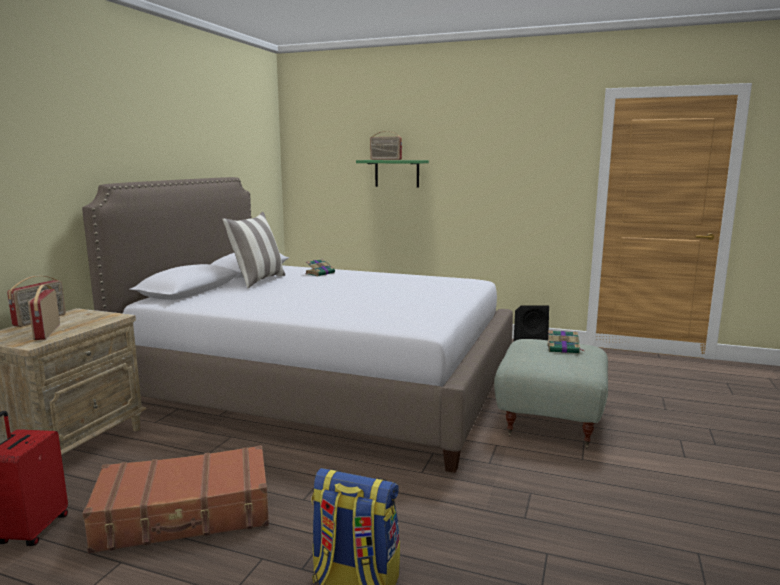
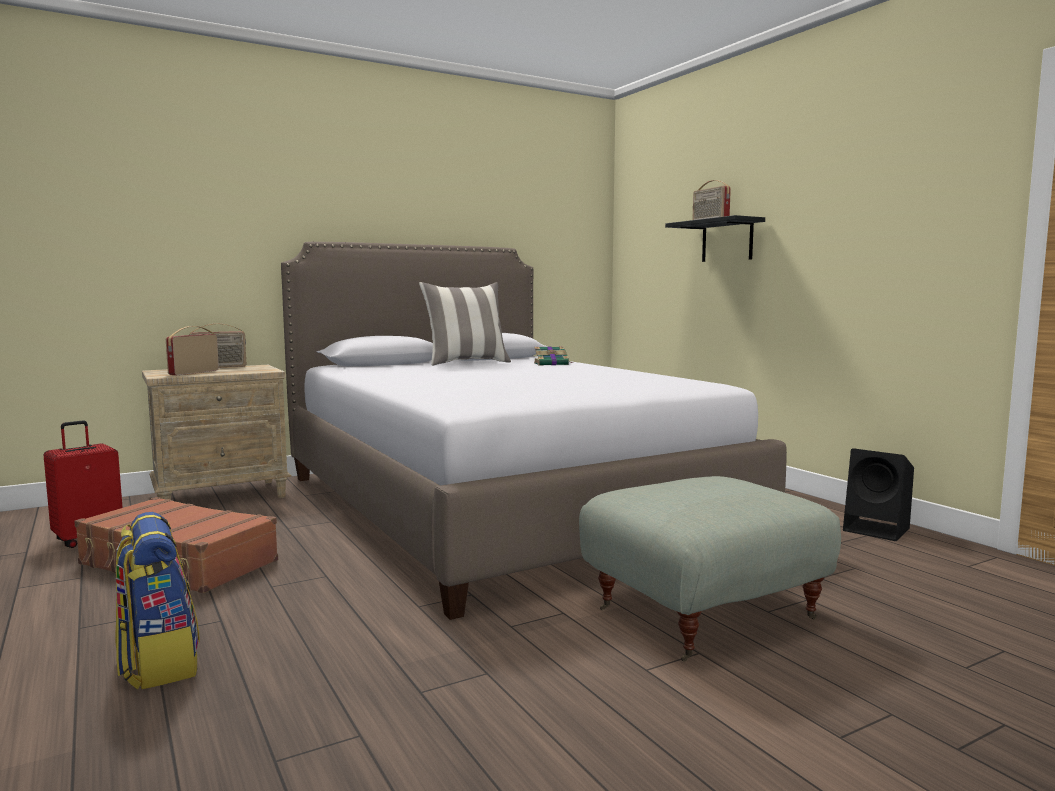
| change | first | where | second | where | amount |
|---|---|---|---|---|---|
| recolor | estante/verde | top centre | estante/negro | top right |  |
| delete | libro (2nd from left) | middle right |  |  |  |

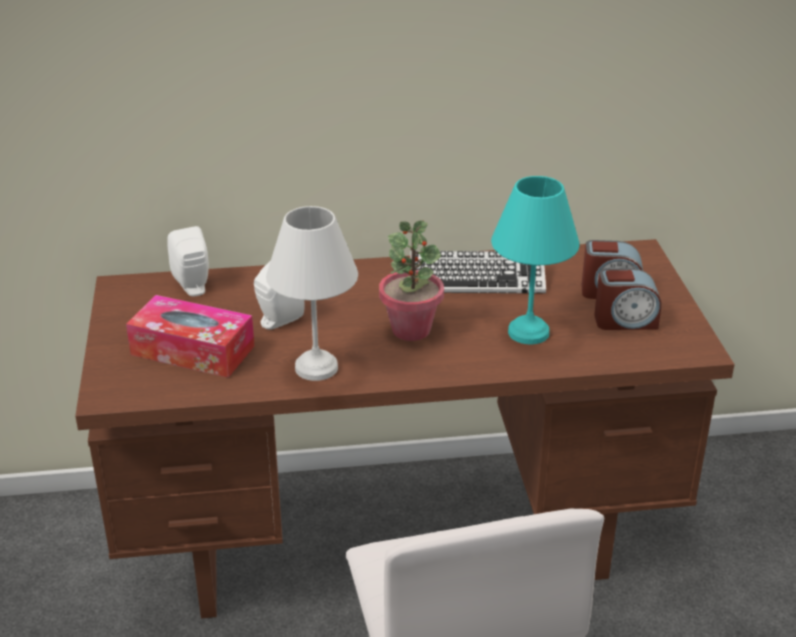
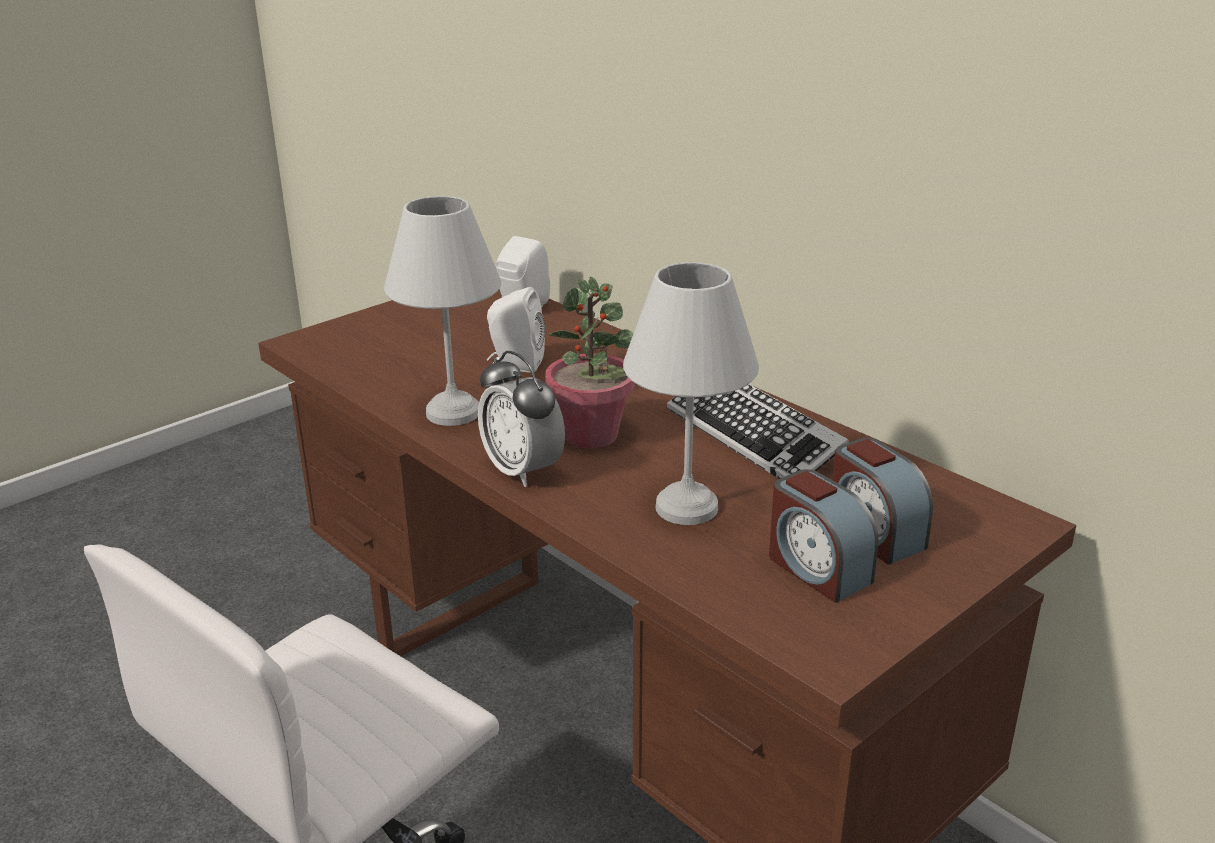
| change | first | where | second | where | amount |
|---|---|---|---|---|---|
| insert |  |  | despertador (1st from left) | centre |  |
| recolor | lámpara de mesa/turquesa | middle right | lámpara de mesa/blanco (2nd from left) | centre |  |
| delete | caja de pañuelos | middle left |  |  |  |

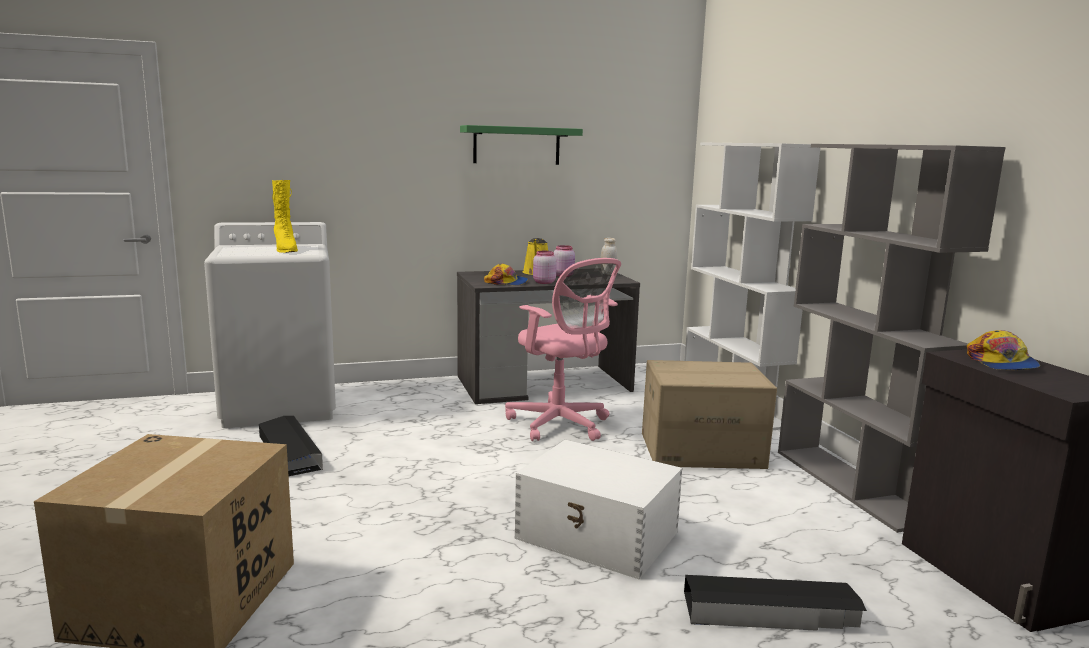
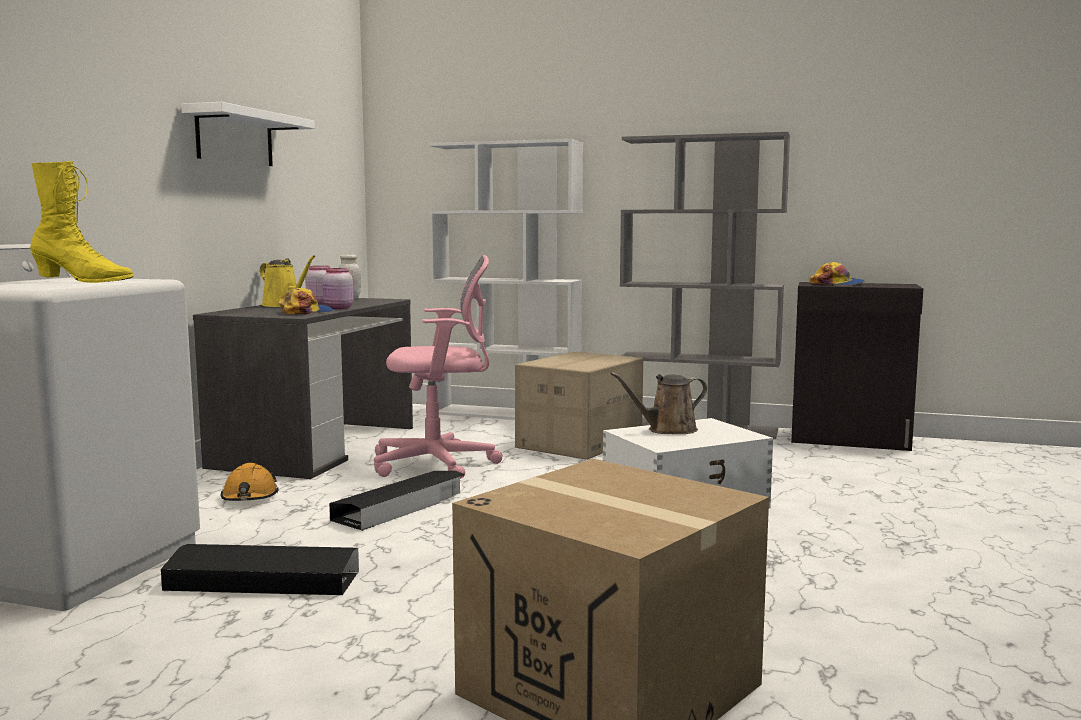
| change | first | where | second | where | amount |
|---|---|---|---|---|---|
| recolor | estante/verde | top centre | estante/blanco | top left |  |
| insert |  |  | casco/naranja | bottom left |  |
| move | caja de almacenaje/negro (2nd from left) | bottom right |  | bottom centre |  |
| insert |  |  | regadera/marrón | centre |  |

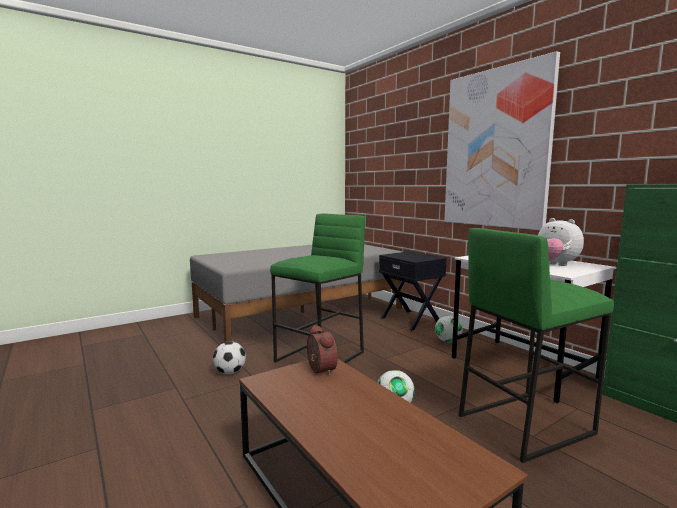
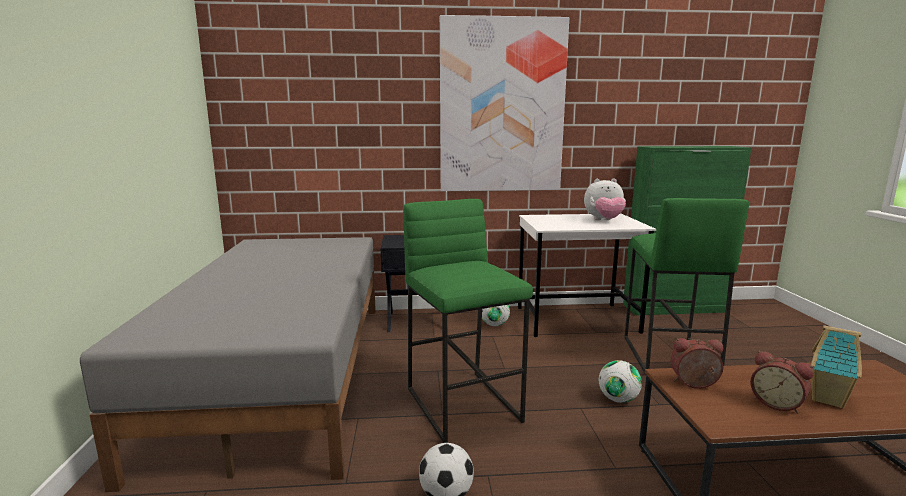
| change | first | where | second | where | amount |
|---|---|---|---|---|---|
| insert |  |  | despertador (2nd from left) | bottom right |  |
| insert |  |  | casita | bottom right |  |

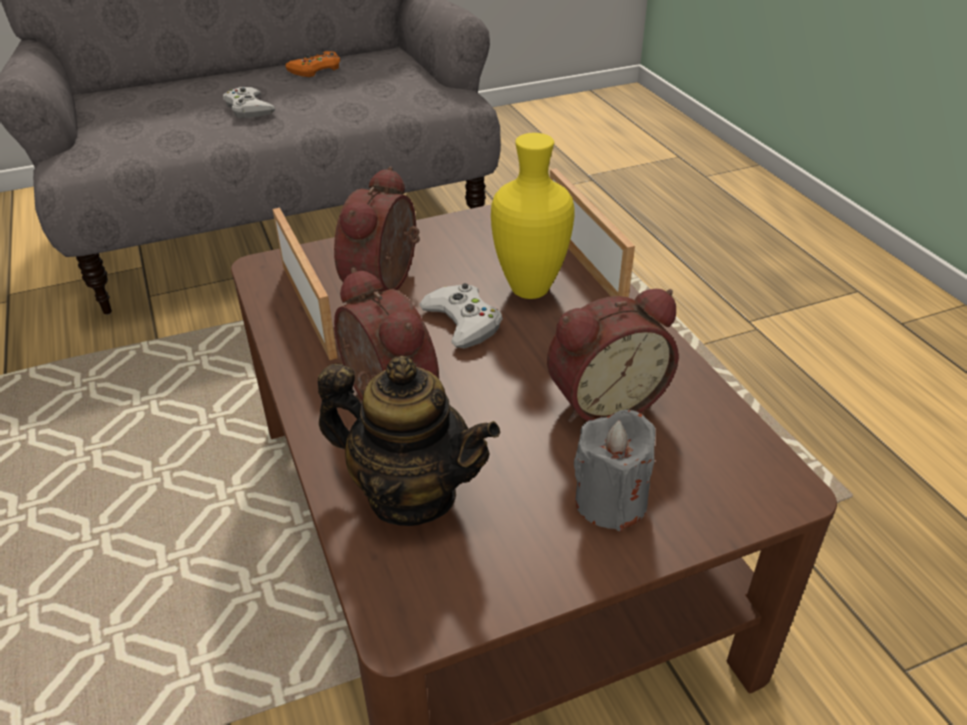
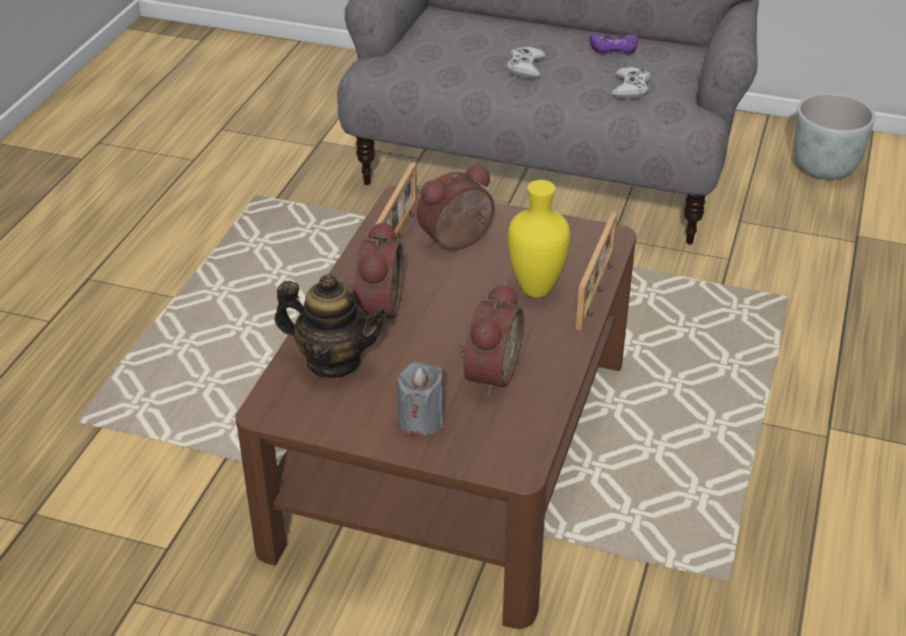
| change | first | where | second | where | amount |
|---|---|---|---|---|---|
| rotate | tetera | centre |  | centre | 45 degrees counterclockwise |
| rotate | despertador (3rd from left) | centre |  | centre | 90 degrees counterclockwise |
| recolor | mando de consola/naranja | top left | mando de consola/morado | top right |  |
| move | mando de consola/blanco (2nd from left) | centre |  | top right |  |
| insert |  |  | maceta/gris | top right |  |

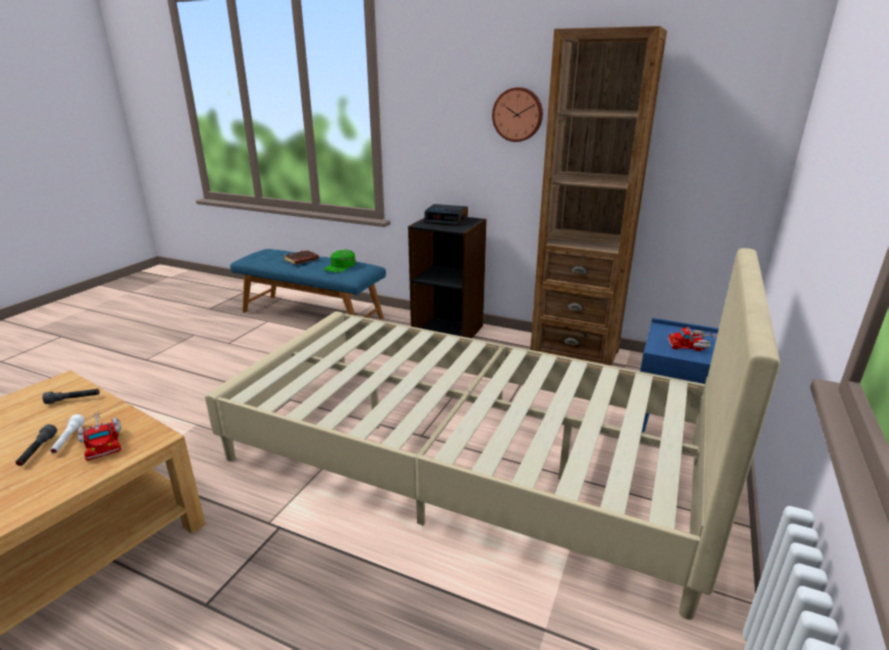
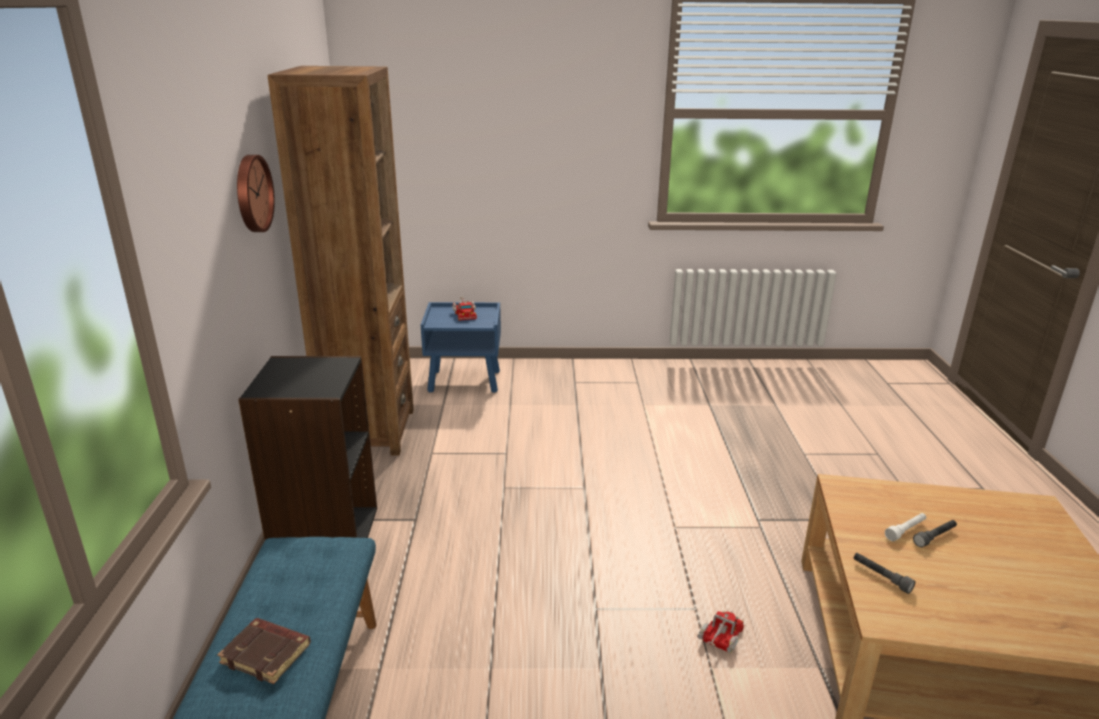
| change | first | where | second | where | amount |
|---|---|---|---|---|---|
| move | camión de juguete (1st from left in the first image) | bottom left | camión de juguete (2nd from left) | bottom centre |  |
| delete | cama/beis | bottom centre |  |  |  |
| delete | gorra/verde | centre |  |  |  |
| delete | despertador | top centre |  |  |  |

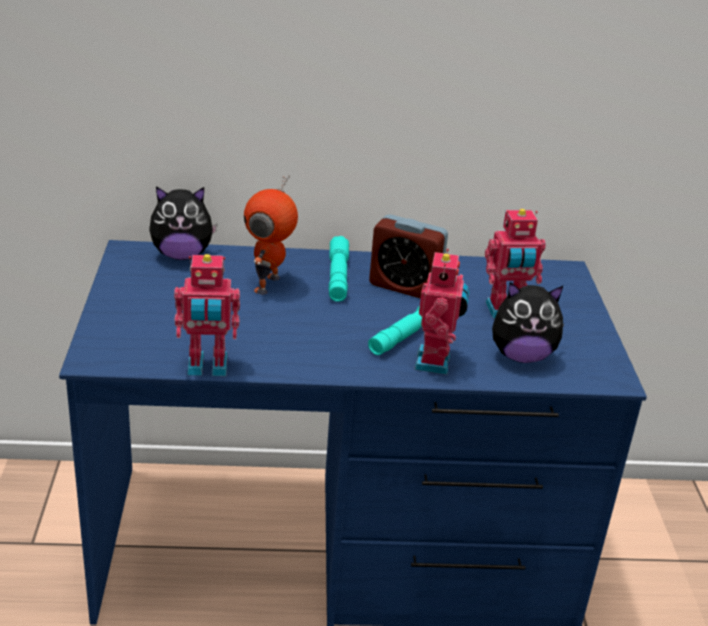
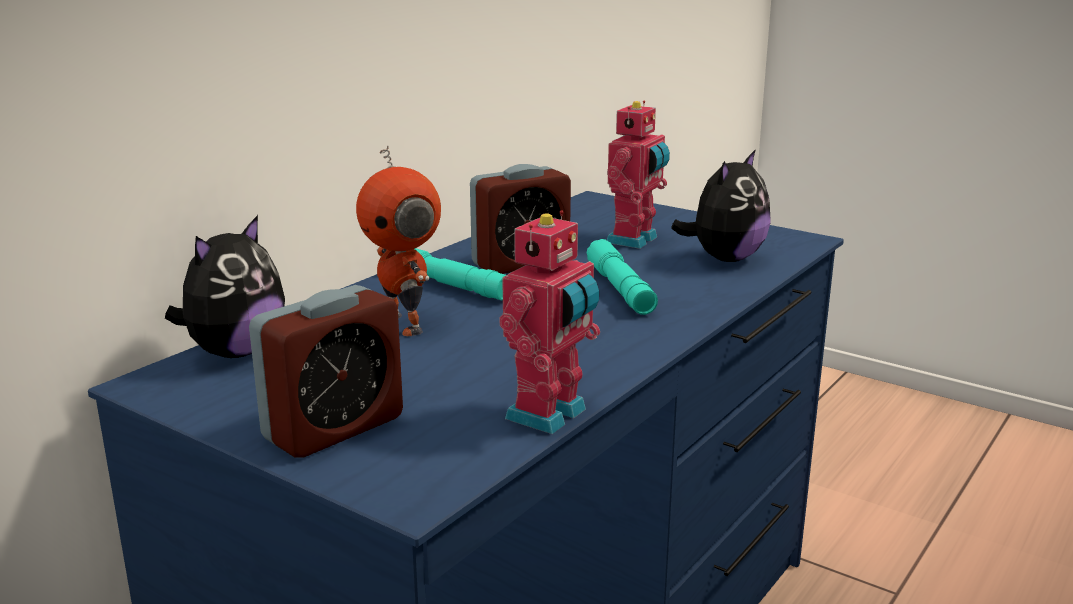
| change | first | where | second | where | amount |
|---|---|---|---|---|---|
| insert |  |  | despertador (1st from left) | middle left |  |
| delete | robot de juguete (3rd from left) | centre |  |  |  |

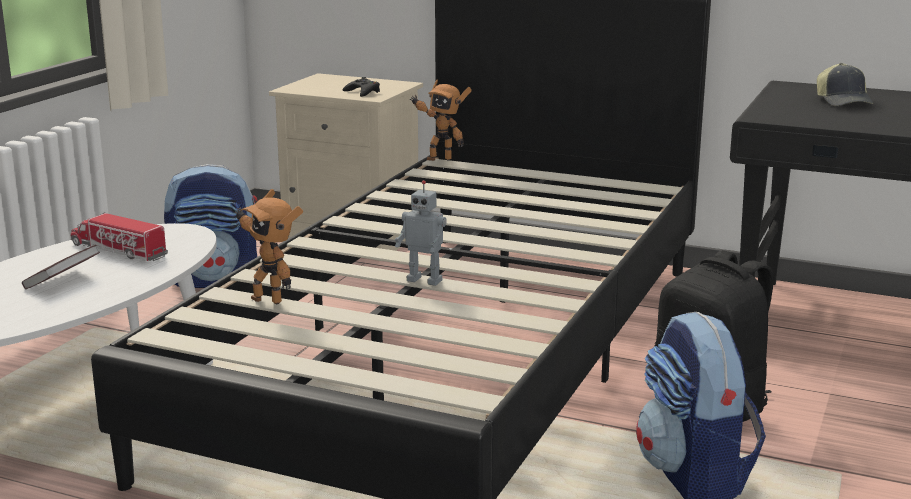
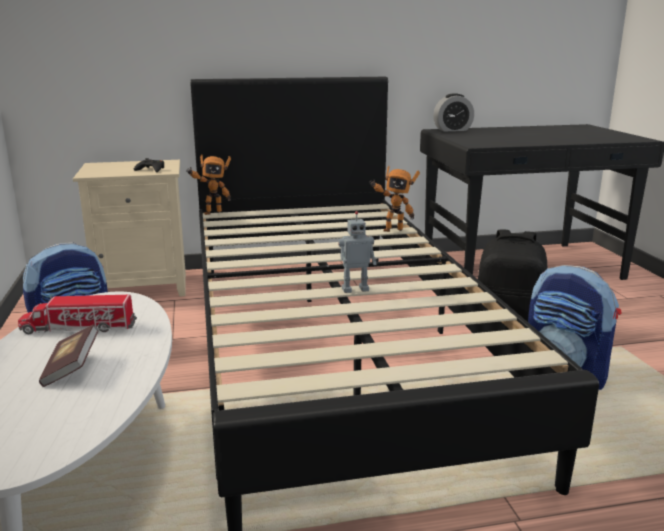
| change | first | where | second | where | amount |
|---|---|---|---|---|---|
| move | robot de juguete (1st from left in the first image) | middle left | robot de juguete (3rd from left) | centre |  |
| insert |  |  | despertador | top right |  |
| delete | gorra | top right |  |  |  |

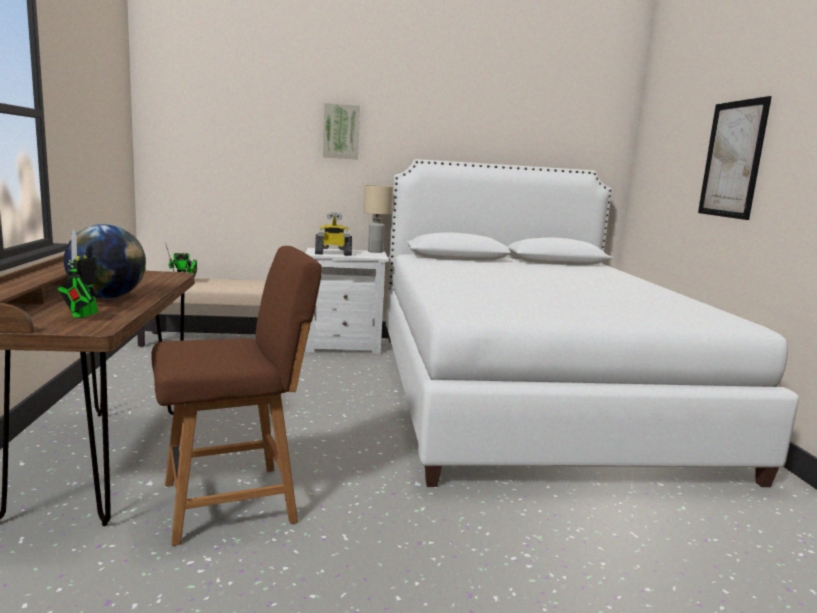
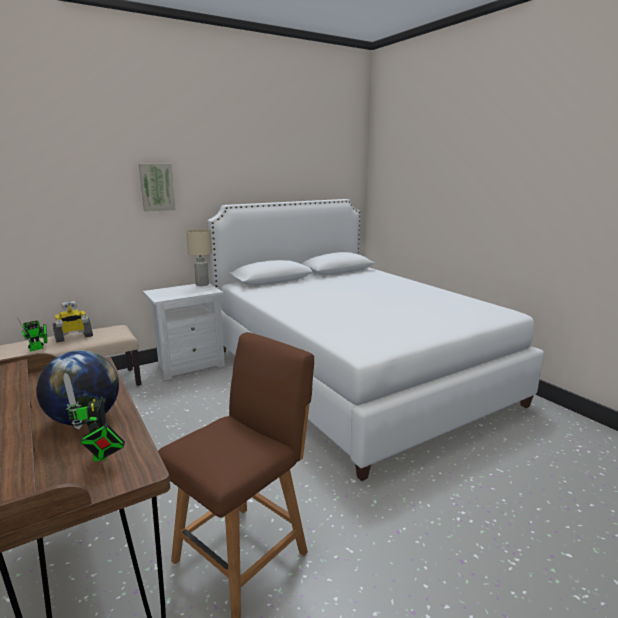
| change | first | where | second | where | amount |
|---|---|---|---|---|---|
| move | robot de juguete (3rd from left in the first image) | centre | robot de juguete (2nd from left) | middle left |  |
| delete | cuadro (2nd from left) | top right |  |  |  |

